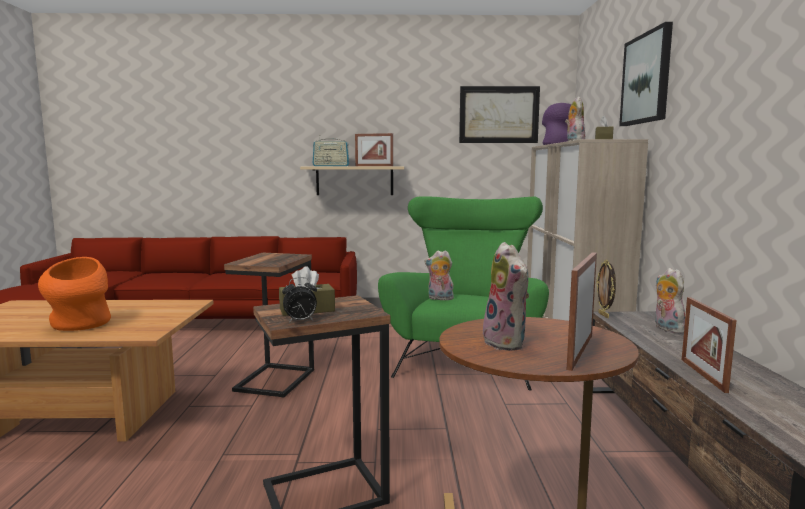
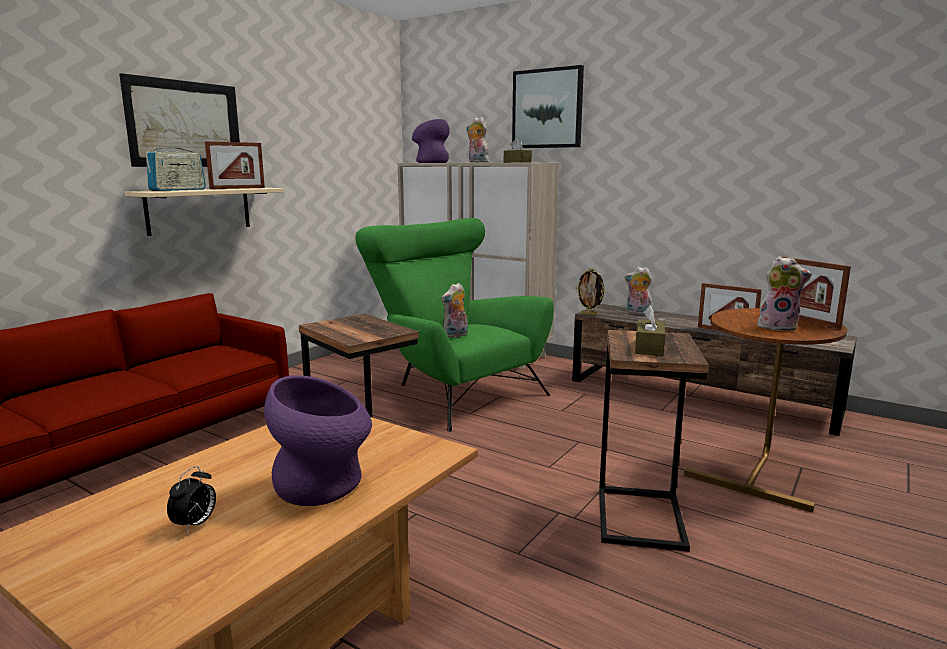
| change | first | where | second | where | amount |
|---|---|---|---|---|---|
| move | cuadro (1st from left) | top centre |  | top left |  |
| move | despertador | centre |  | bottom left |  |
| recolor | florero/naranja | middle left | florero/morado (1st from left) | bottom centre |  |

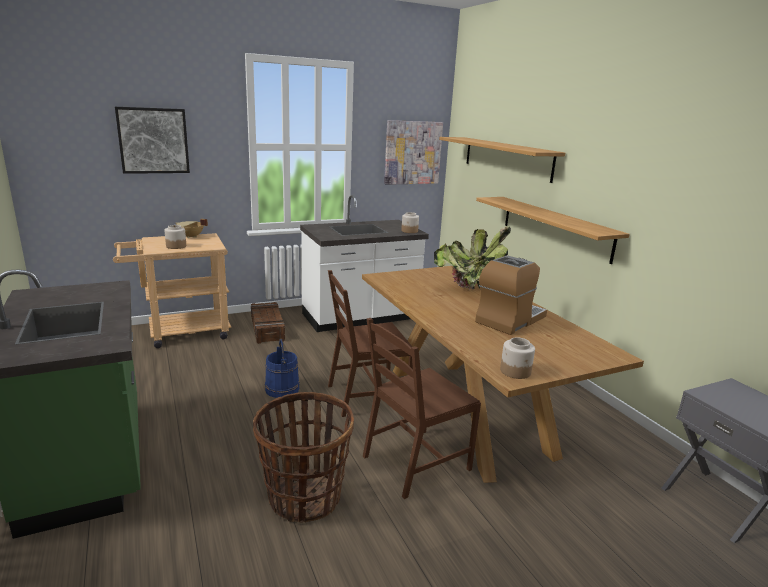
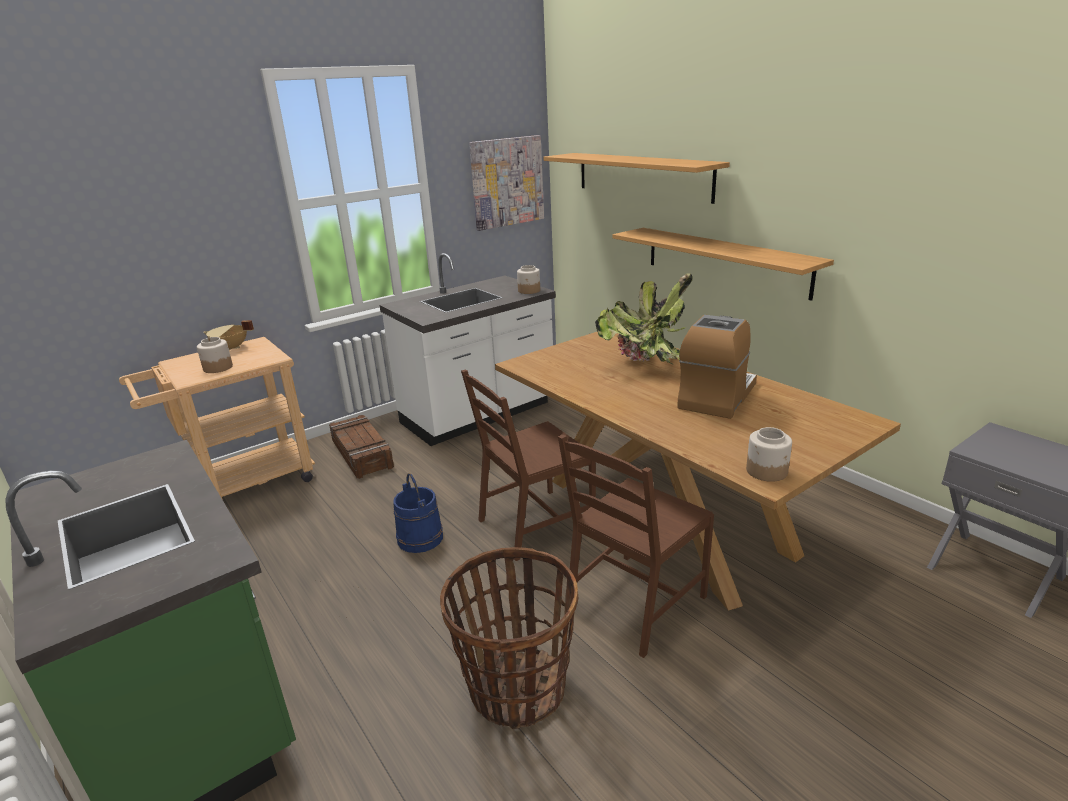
| change | first | where | second | where | amount |
|---|---|---|---|---|---|
| delete | cuadro (1st from left) | top left |  |  |  |

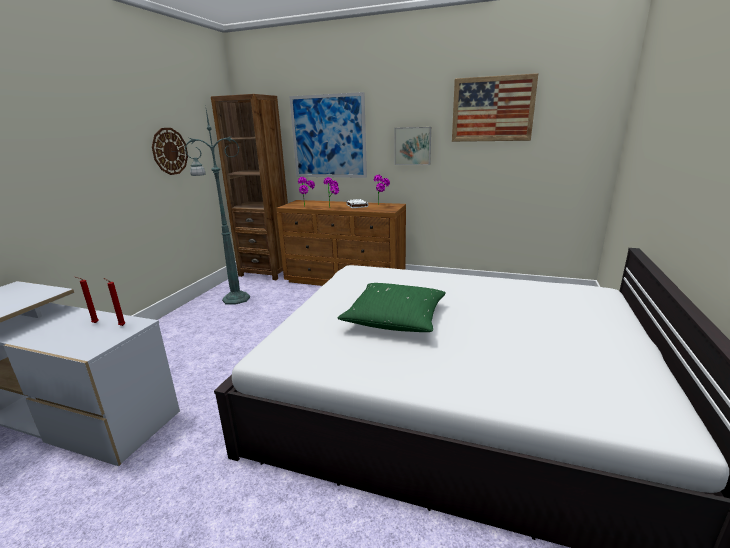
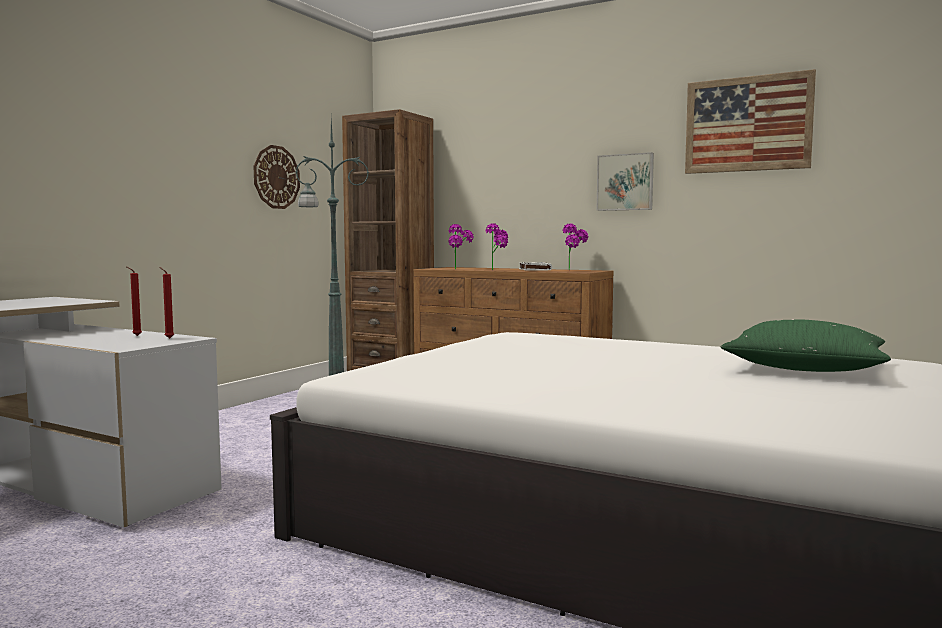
| change | first | where | second | where | amount |
|---|---|---|---|---|---|
| move | cojín/verde | centre |  | middle right |  |
| delete | cuadro (1st from left) | top centre |  |  |  |

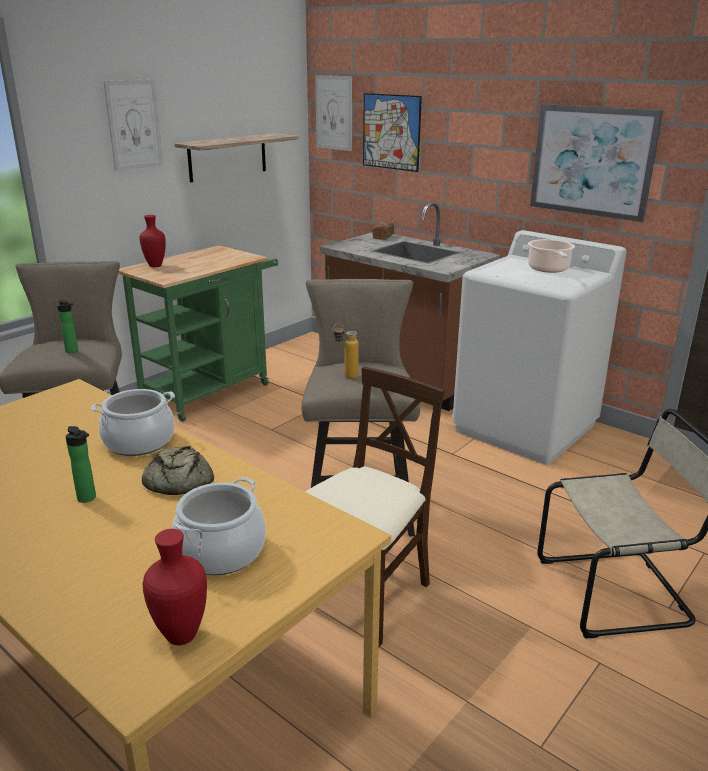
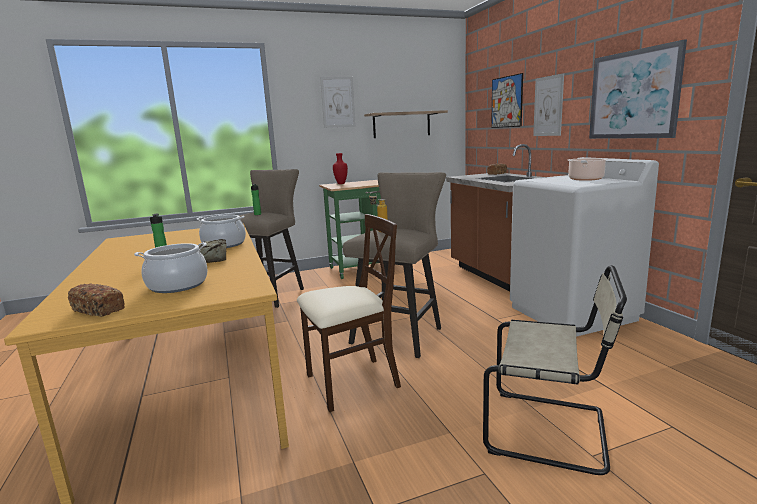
| change | first | where | second | where | amount |
|---|---|---|---|---|---|
| replace | florero/rojo (2nd from left) | bottom left | pan (1st from left) | middle left |  |
| move | cuadro (2nd from left in the first image) | top centre | cuadro (3rd from left) | top right |  |

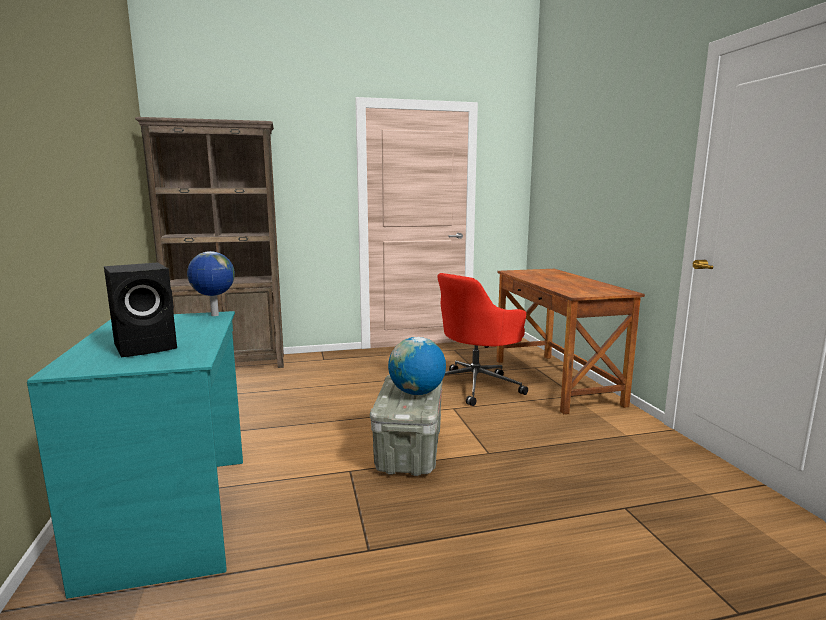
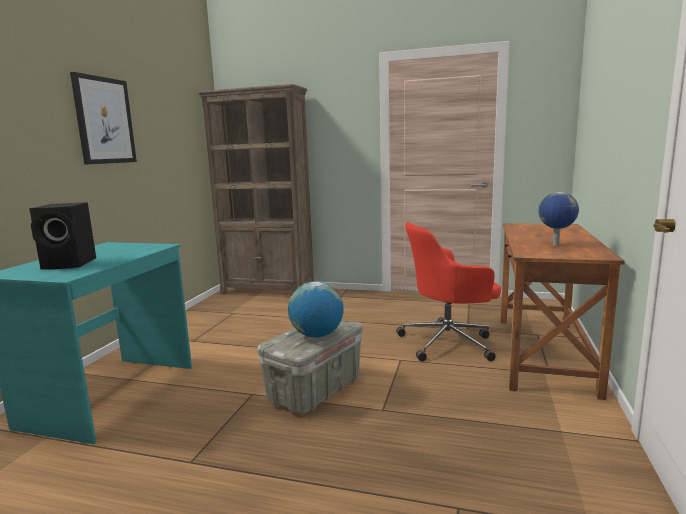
| change | first | where | second | where | amount |
|---|---|---|---|---|---|
| insert |  |  | cuadro | top left |  |
| move | globo terráqueo (1st from left in the first image) | middle left | globo terráqueo (2nd from left) | middle right |  |

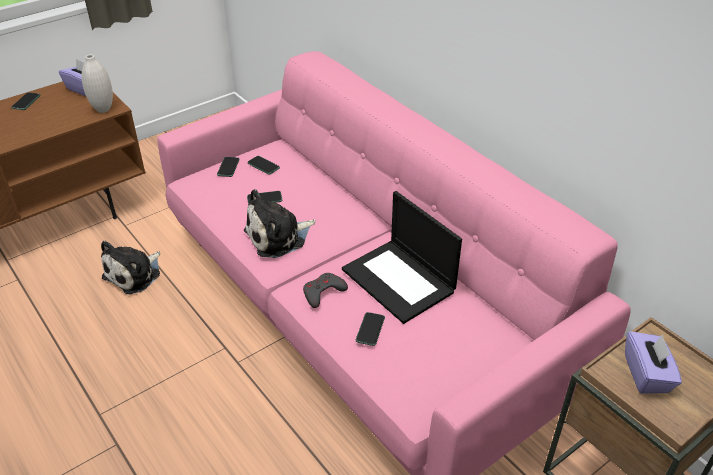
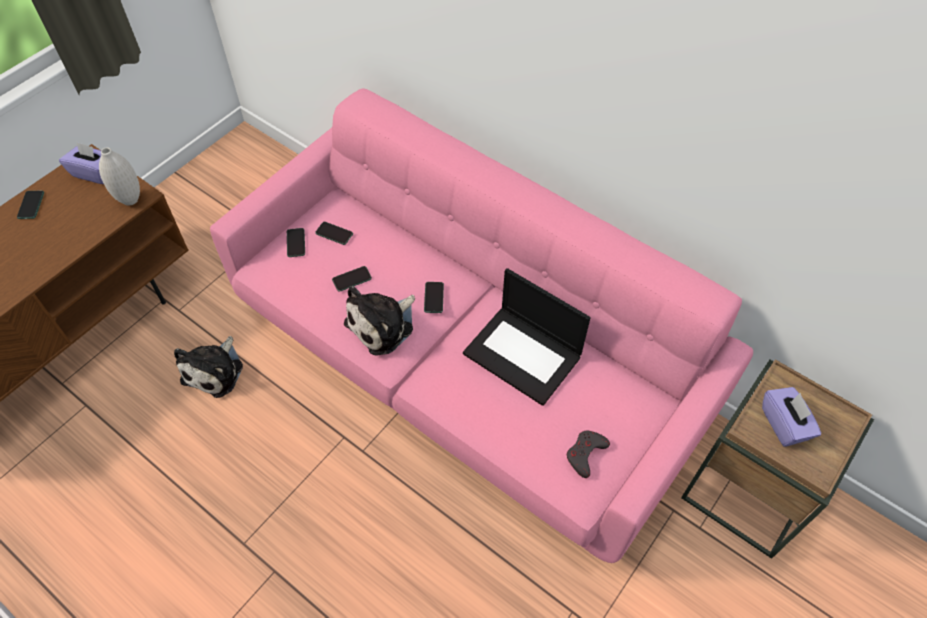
| change | first | where | second | where | amount |
|---|---|---|---|---|---|
| move | móvil (5th from left) | bottom centre |  | centre |  |
| move | mando de consola/gris | centre |  | bottom centre |  |

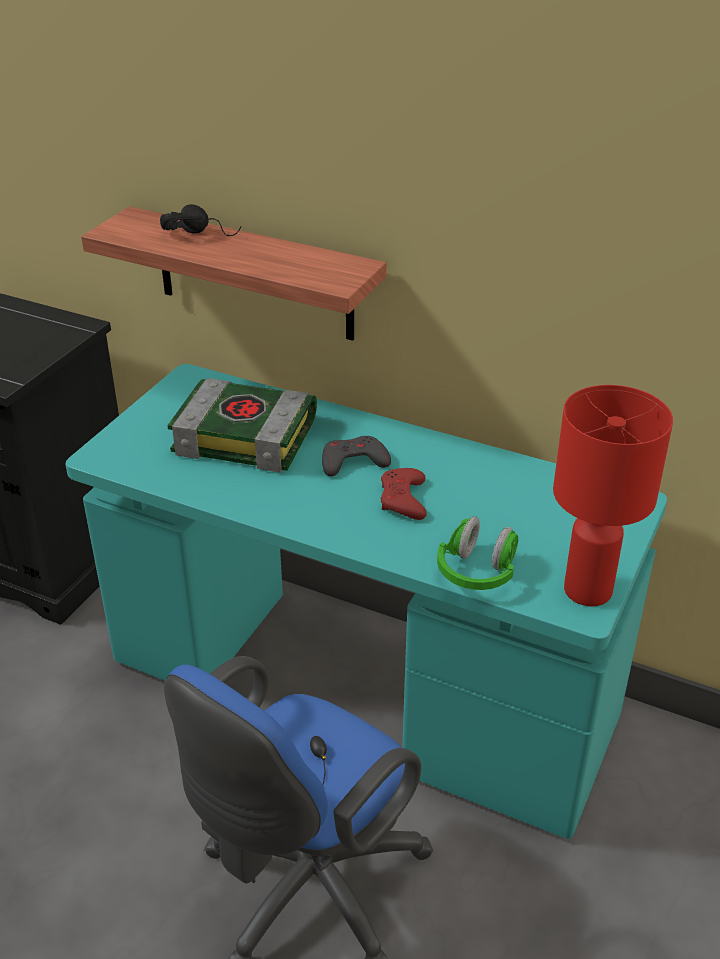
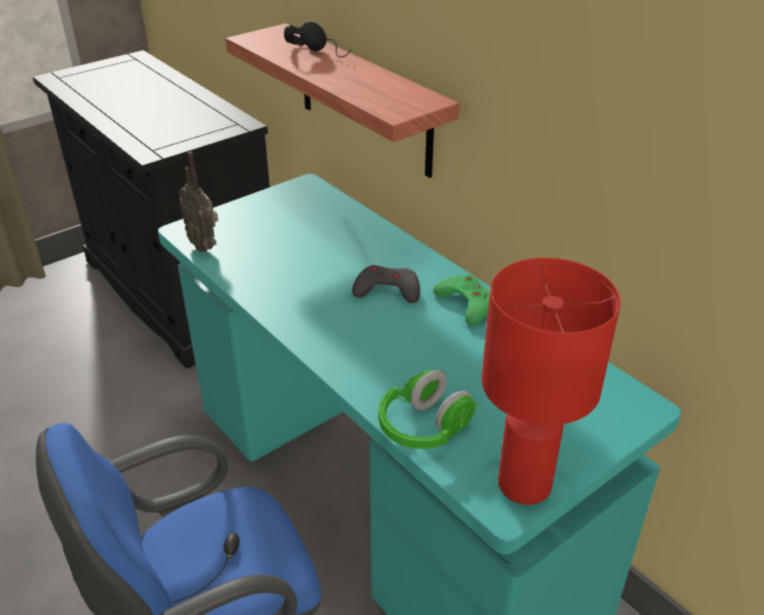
| change | first | where | second | where | amount |
|---|---|---|---|---|---|
| insert |  |  | radio | top left |  |
| insert |  |  | mando de consola/verde | centre |  |
| delete | libro | centre |  |  |  |
| delete | mando de consola/rojo | centre |  |  |  |

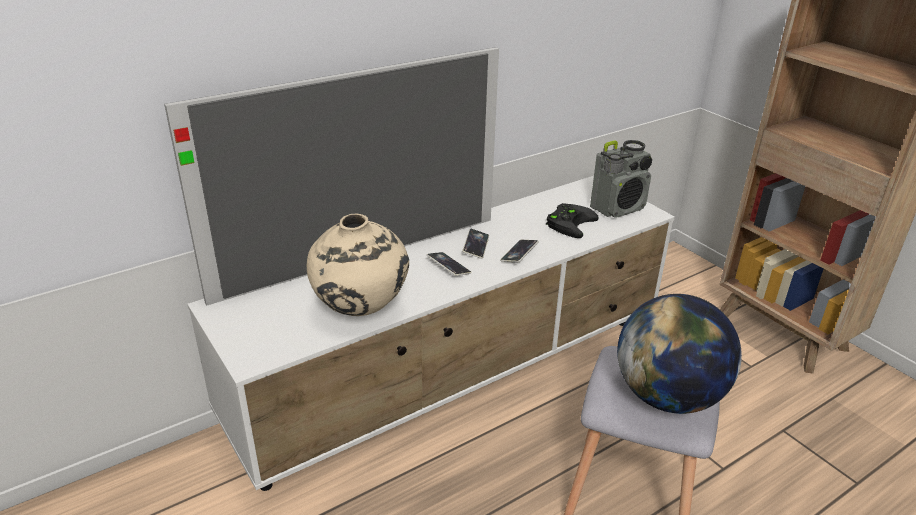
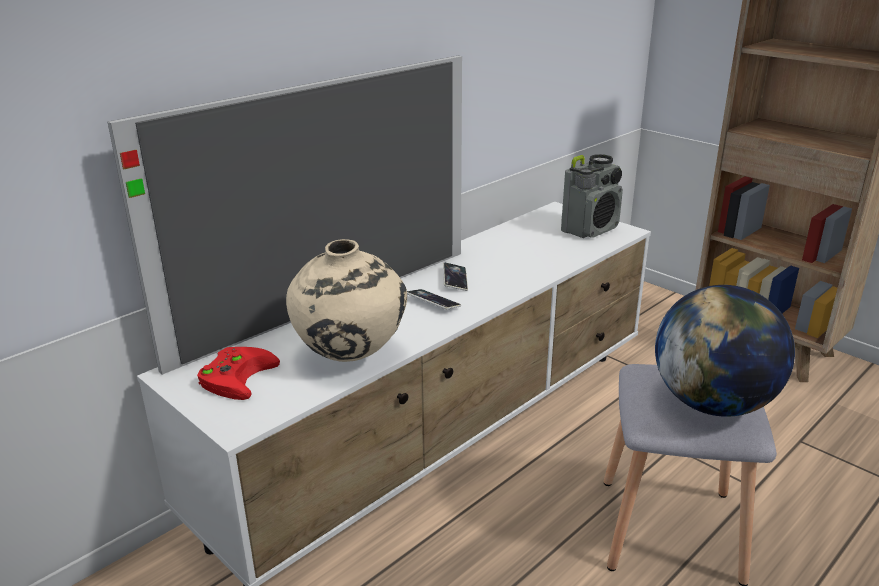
| change | first | where | second | where | amount |
|---|---|---|---|---|---|
| insert |  |  | mando de consola/rojo | middle left |  |
| delete | móvil (3rd from left) | centre |  |  |  |
| delete | mando de consola/negro | centre |  |  |  |

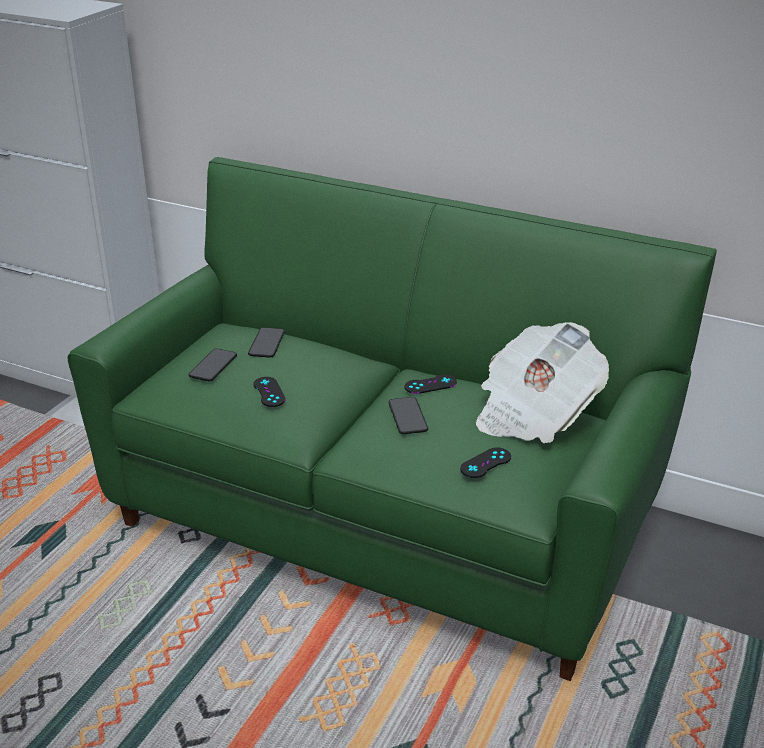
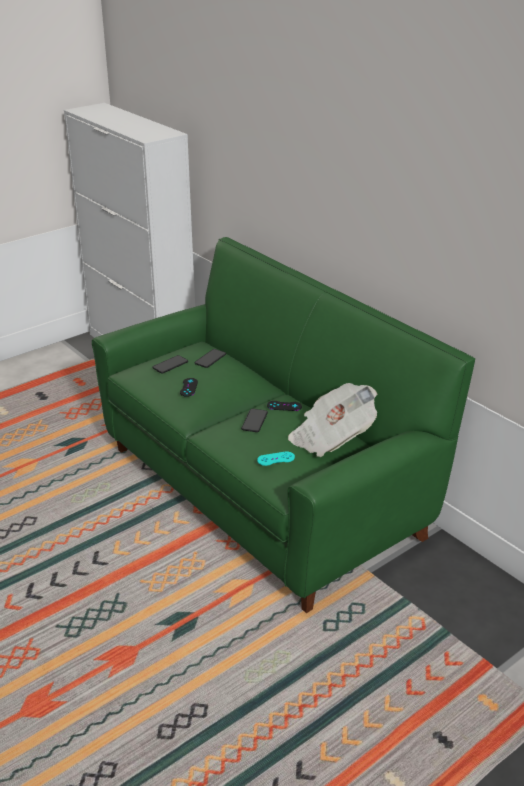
| change | first | where | second | where | amount |
|---|---|---|---|---|---|
| recolor | mando de consola/negro (3rd from left) | centre | mando de consola/turquesa | centre |  |

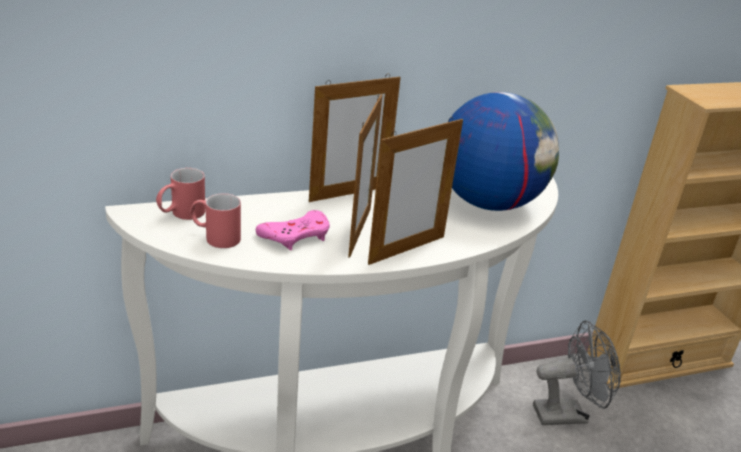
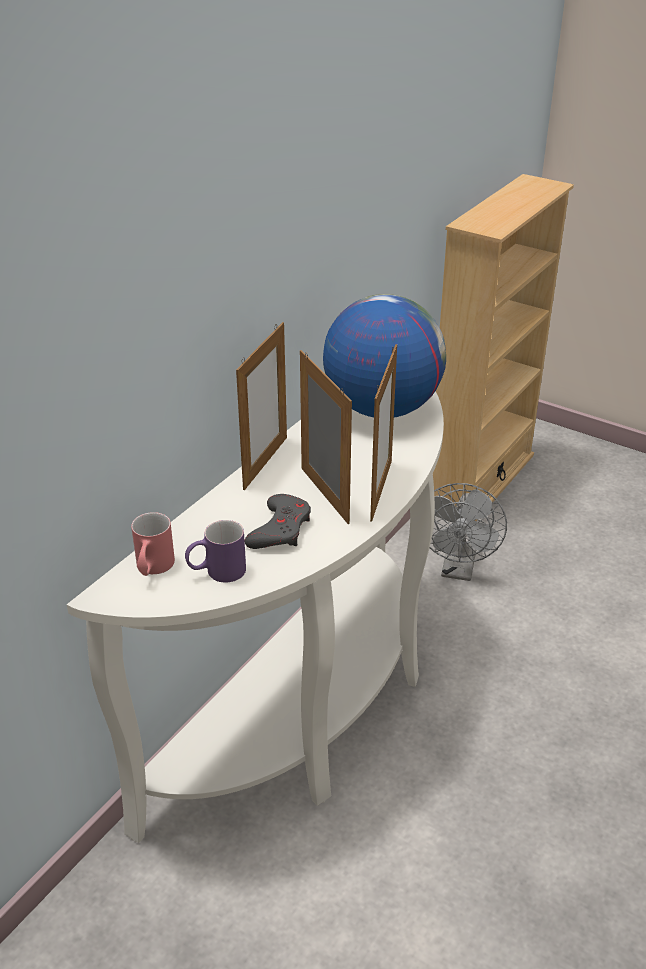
| change | first | where | second | where | amount |
|---|---|---|---|---|---|
| recolor | taza grande/rojo (2nd from left) | middle left | taza grande/morado | middle left |  |
| recolor | mando de consola/rosa | centre | mando de consola/gris | centre |  |
| rotate | ventilador/gris | bottom right |  | middle right | 150 degrees clockwise |

